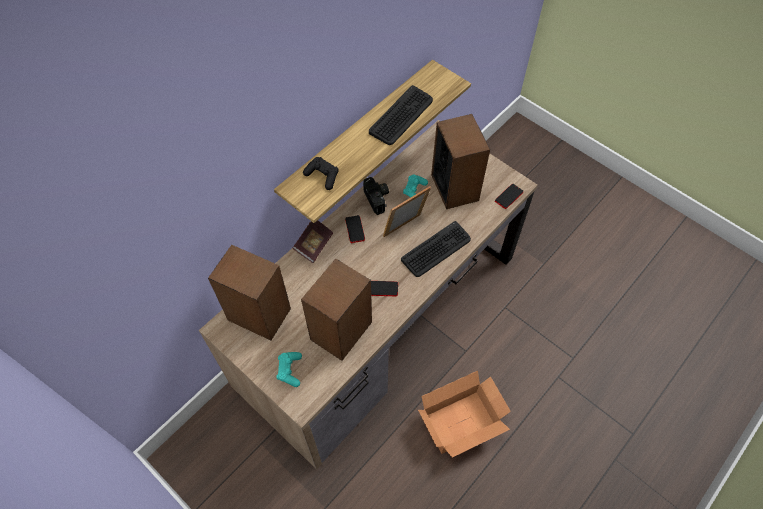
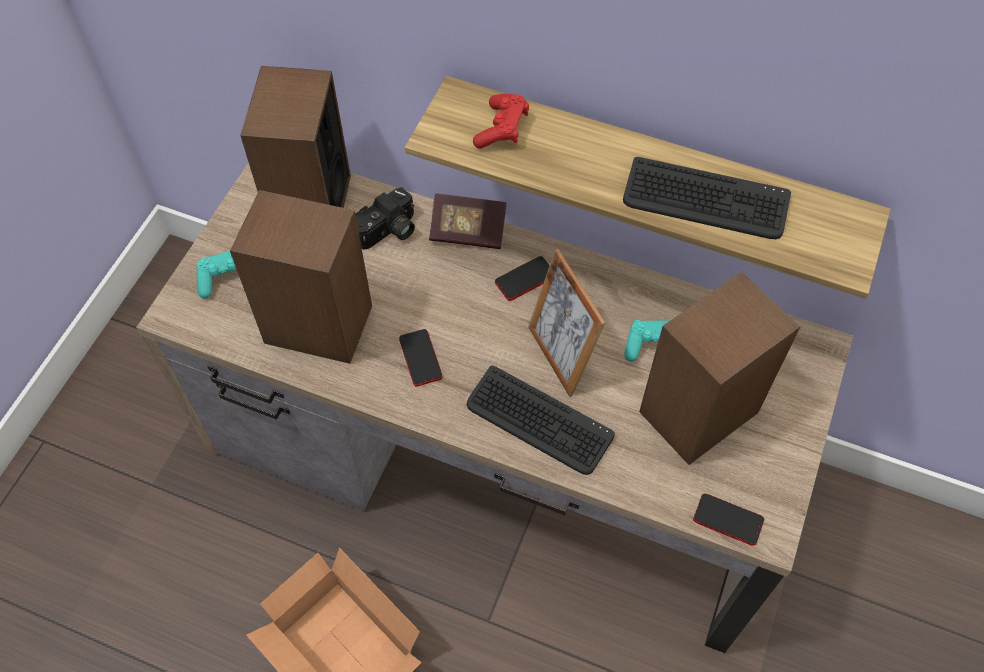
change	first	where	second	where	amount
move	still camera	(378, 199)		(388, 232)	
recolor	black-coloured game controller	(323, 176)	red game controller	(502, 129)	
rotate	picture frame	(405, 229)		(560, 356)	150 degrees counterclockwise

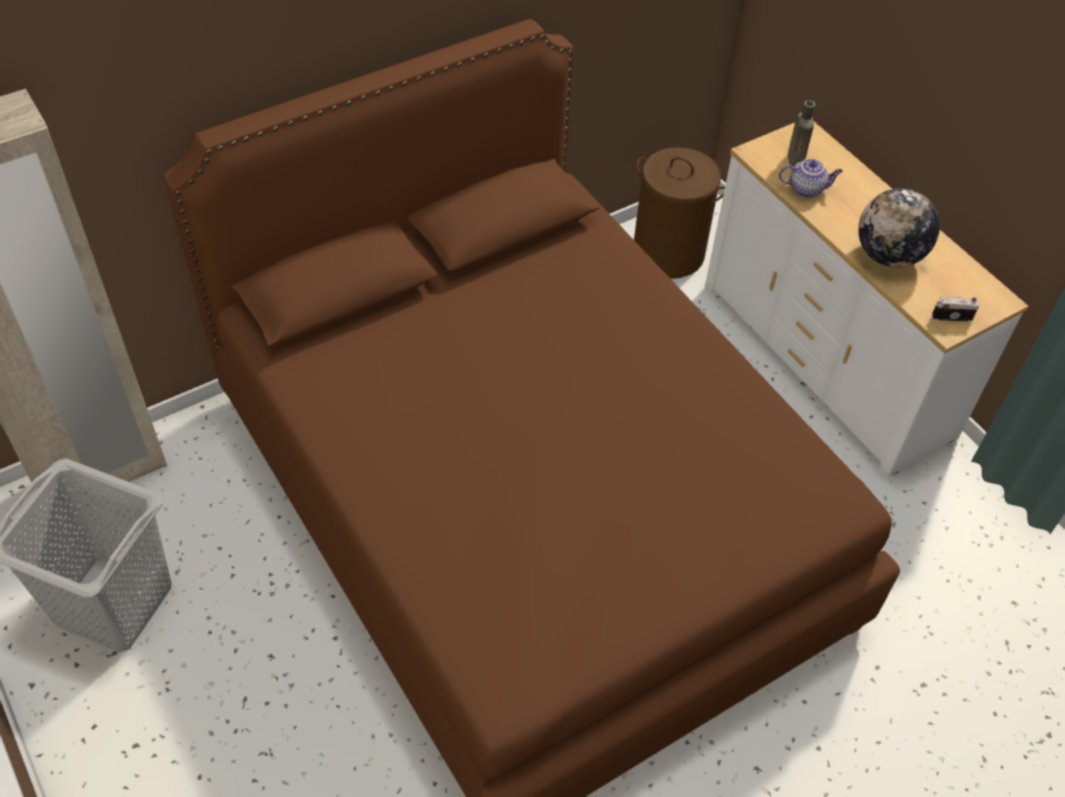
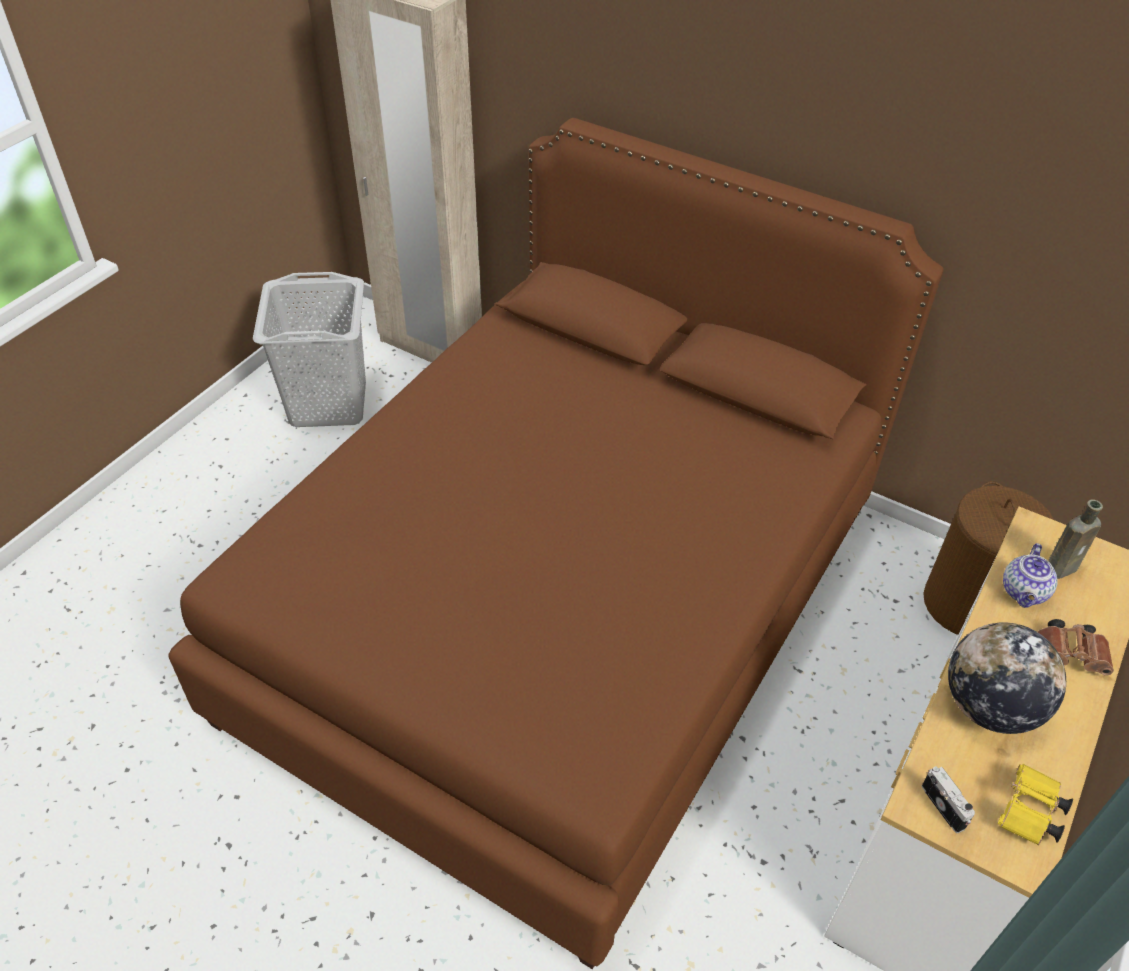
change	first	where	second	where	amount
insert			yellow binoculars	(1028, 814)	
insert			brown binoculars	(1071, 656)	
rotate	tea pot	(807, 189)		(1024, 593)	45 degrees clockwise

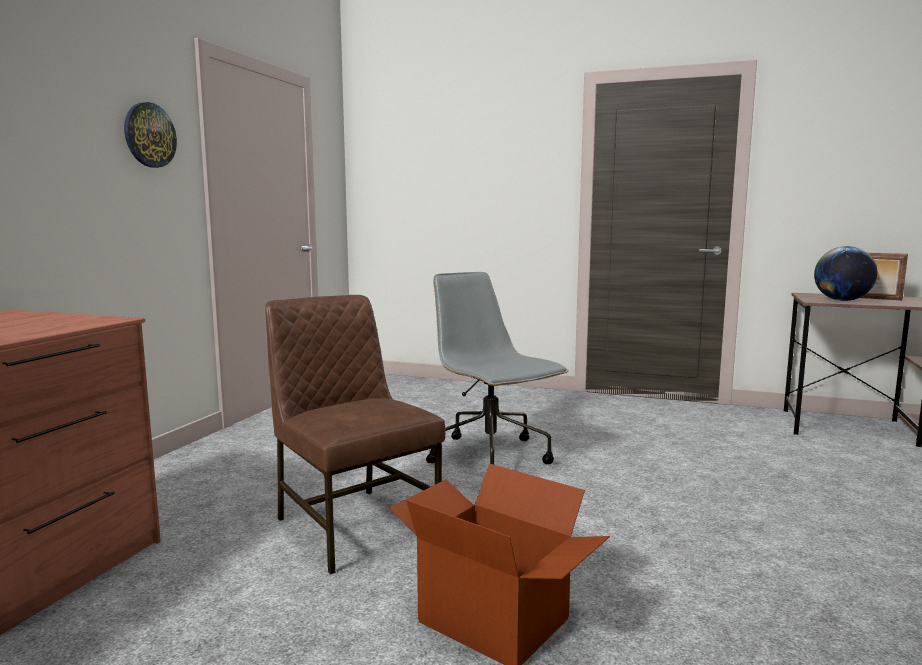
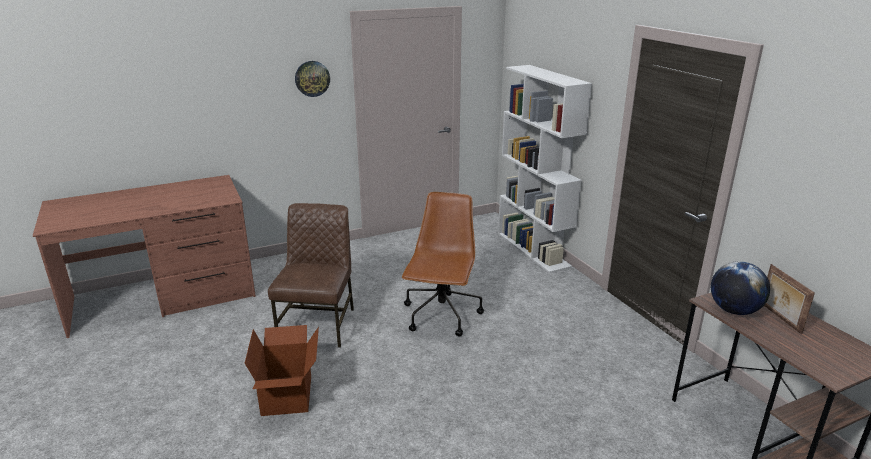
change	first	where	second	where	amount
insert			white-coloured shelving unit	(533, 250)	
recolor	grey office chair	(491, 456)	brown office chair	(441, 316)	

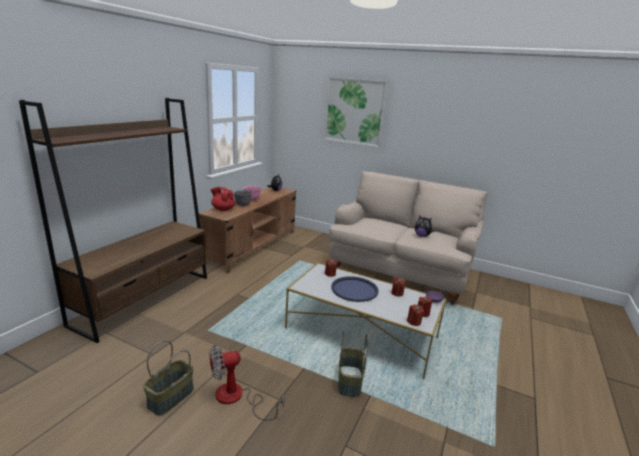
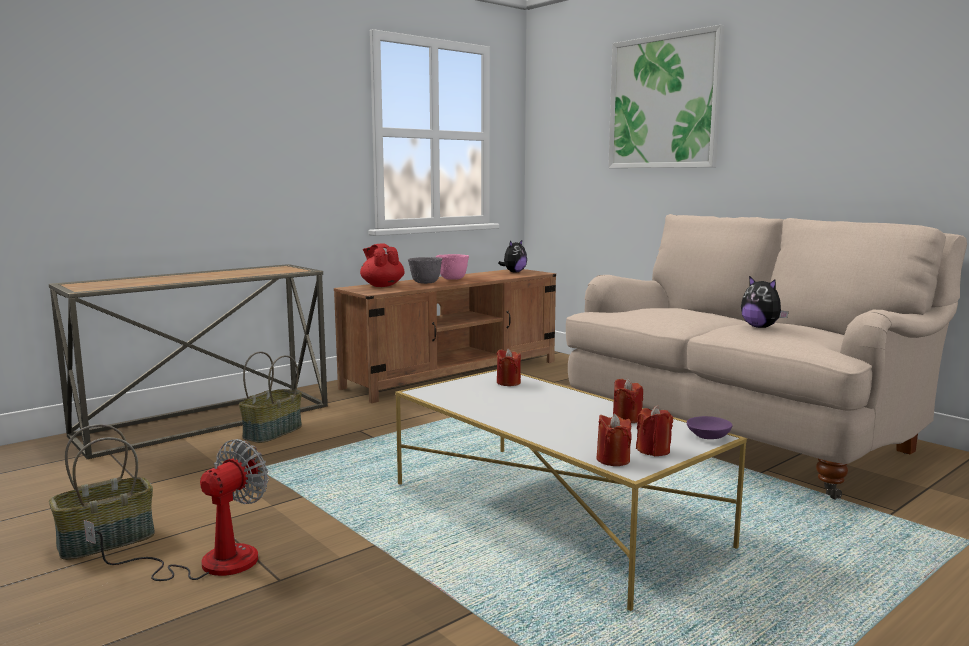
change	first	where	second	where	amount
delete	blue-coloured tray	(354, 289)			
move	storage basket	(350, 381)		(273, 432)	
replace	brown shelving unit	(145, 299)	hall table	(205, 420)	
rotate	electric fan	(237, 398)		(207, 563)	120 degrees clockwise

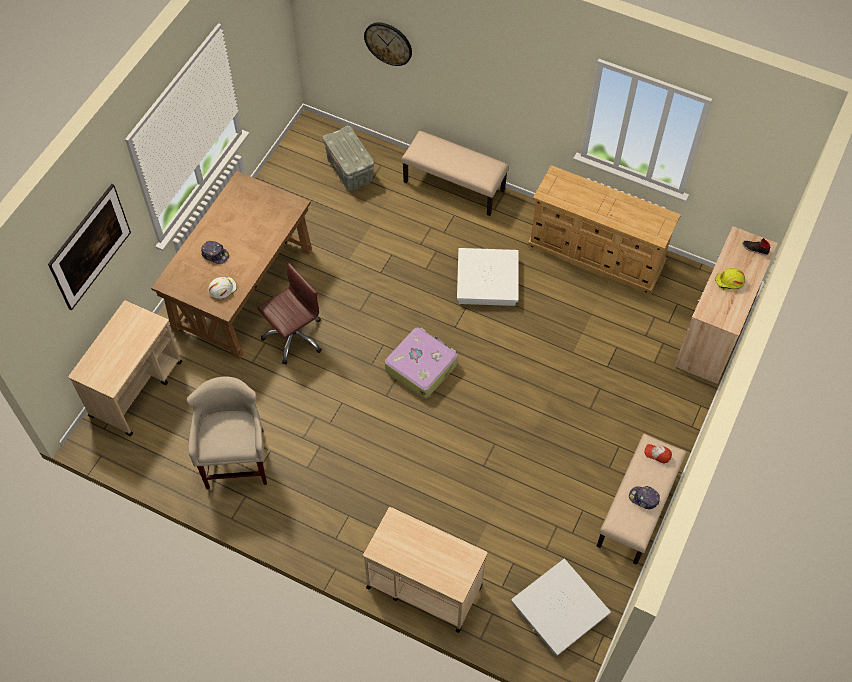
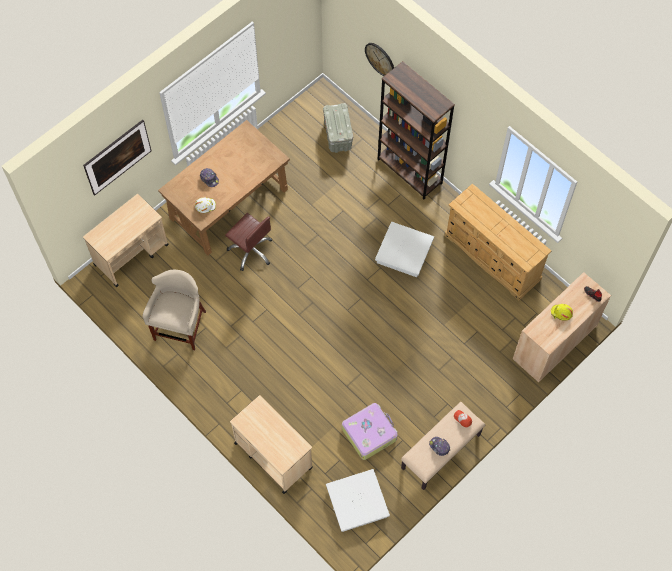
change	first	where	second	where	amount
move	suitcase	(421, 366)		(369, 433)	
replace	beige indoor bench	(454, 186)	brown shelving unit	(410, 171)	
rotate	brown office chair	(294, 336)		(251, 251)	60 degrees clockwise

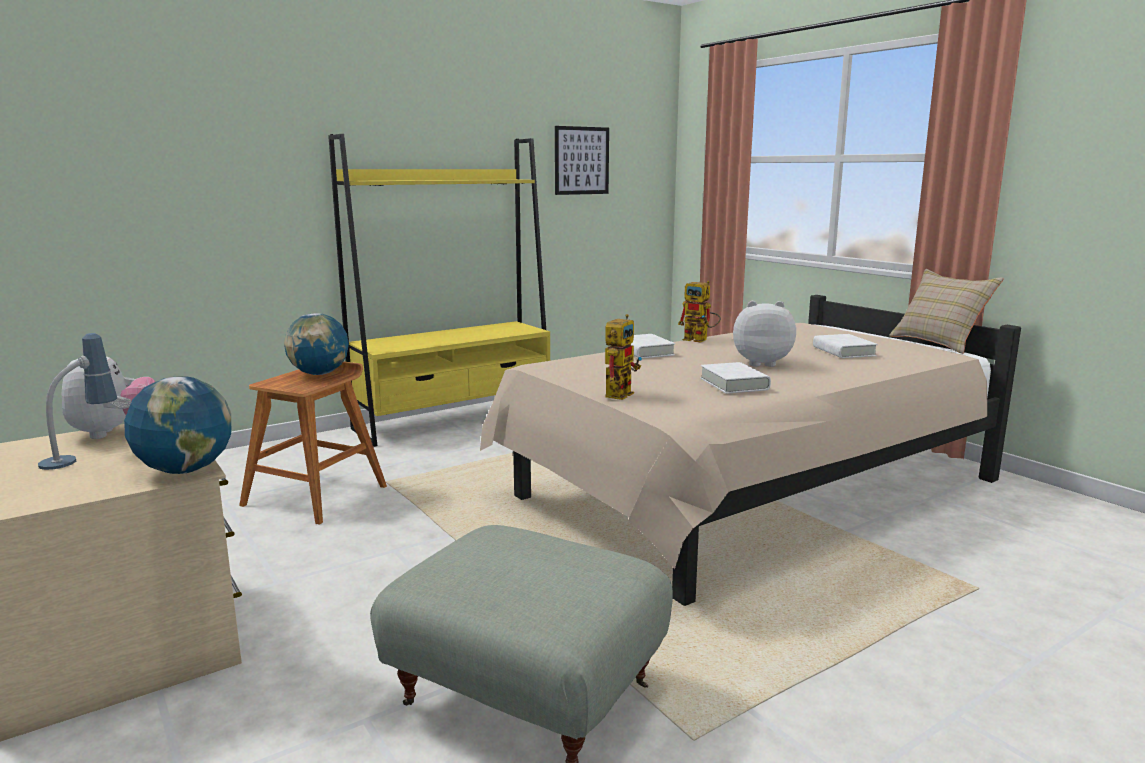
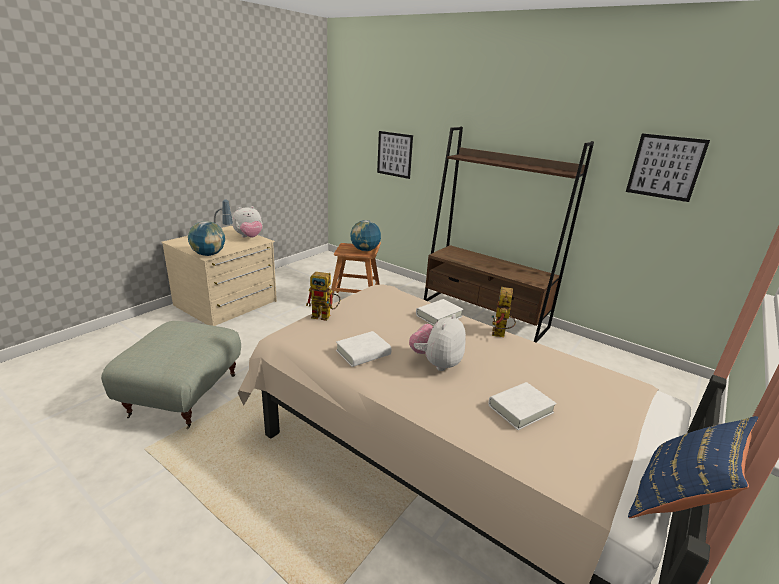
change	first	where	second	where	amount
insert			wall art	(394, 154)	
recolor	yellow shelving unit	(455, 419)	brown shelving unit	(484, 314)	
recolor	beige throw pillow	(939, 343)	blue-coloured throw pillow	(676, 500)	
rotate	soft toy	(760, 363)		(436, 363)	135 degrees counterclockwise

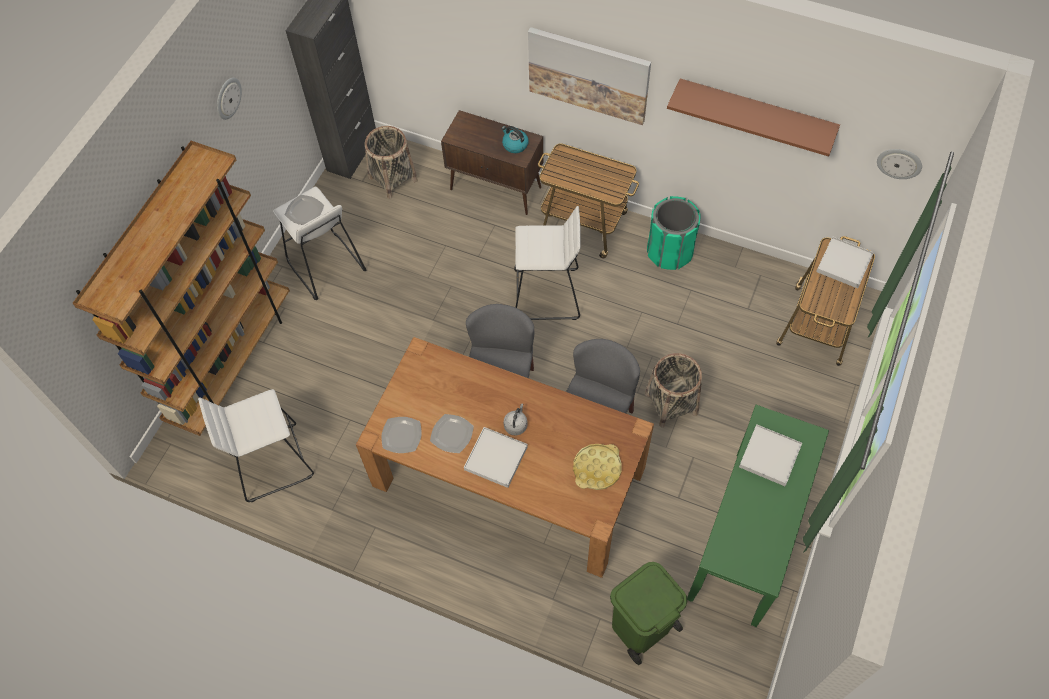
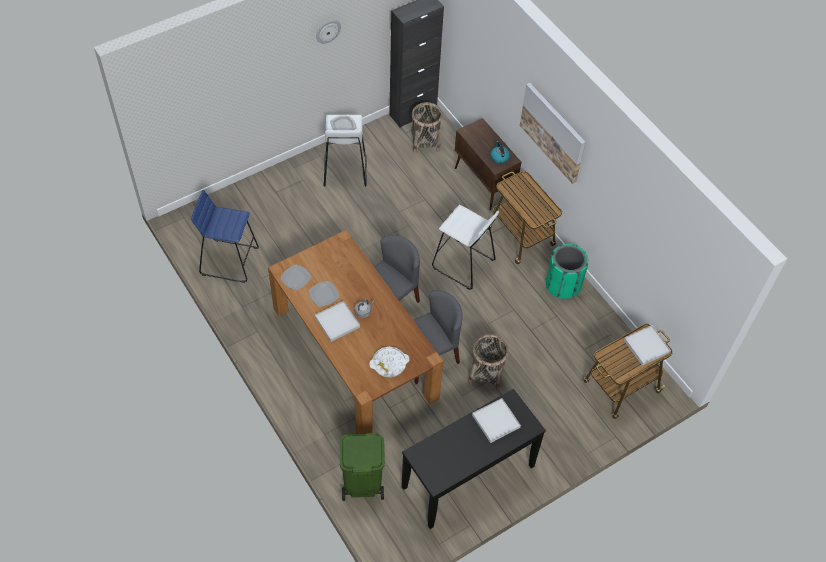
change	first	where	second	where	amount
delete	brown shelving unit	(232, 361)			
delete	brown bracket shelf	(755, 112)			
delete	wall clock	(899, 163)			
recolor	white-coloured sitting stool	(271, 462)	blue-coloured sitting stool	(229, 260)	
recolor	yellow tray	(597, 468)	white-coloured tray	(389, 364)	
recolor	greenish hall table	(747, 536)	black-coloured hall table	(468, 477)	

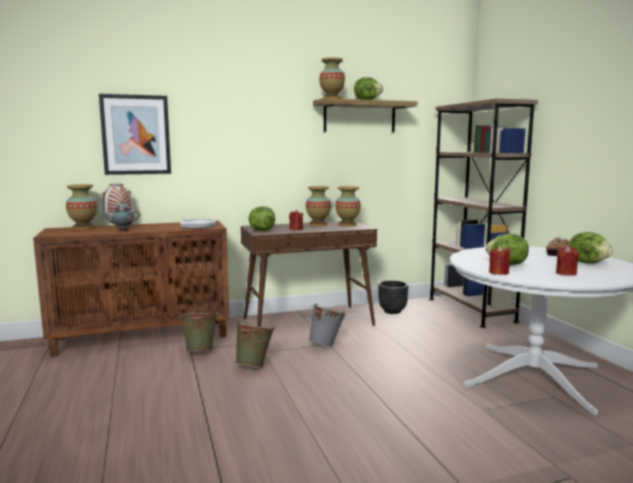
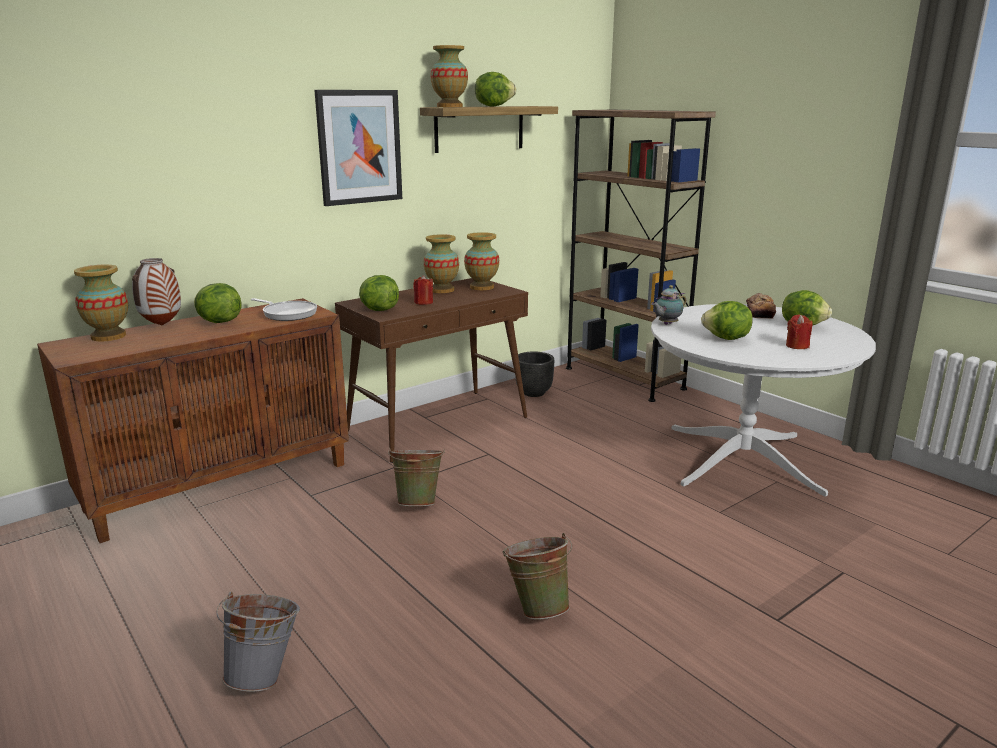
change	first	where	second	where	amount
delete	red wax light	(498, 273)			
insert			lettuce head	(218, 322)	
move	wall art	(136, 135)		(359, 147)	
move	tea pot	(122, 230)		(666, 324)	
move	greenish bucket	(200, 351)		(538, 607)	
move	grey bucket	(327, 345)		(265, 674)	

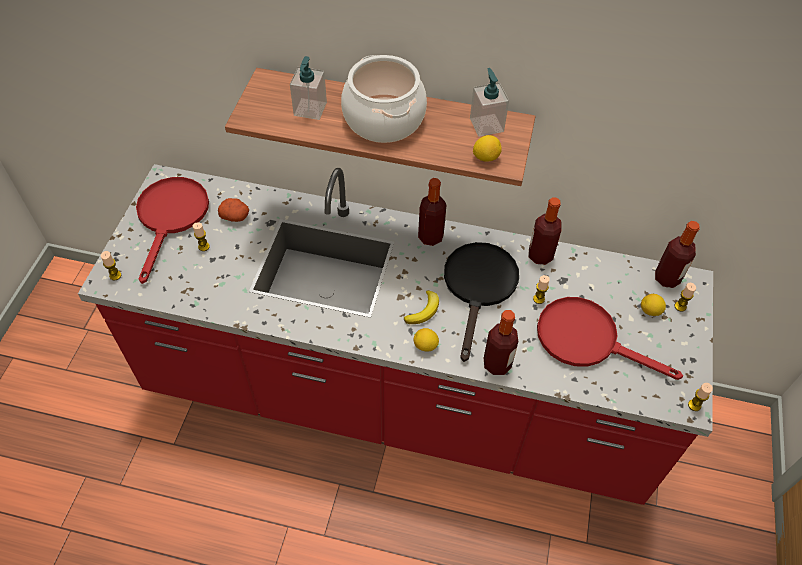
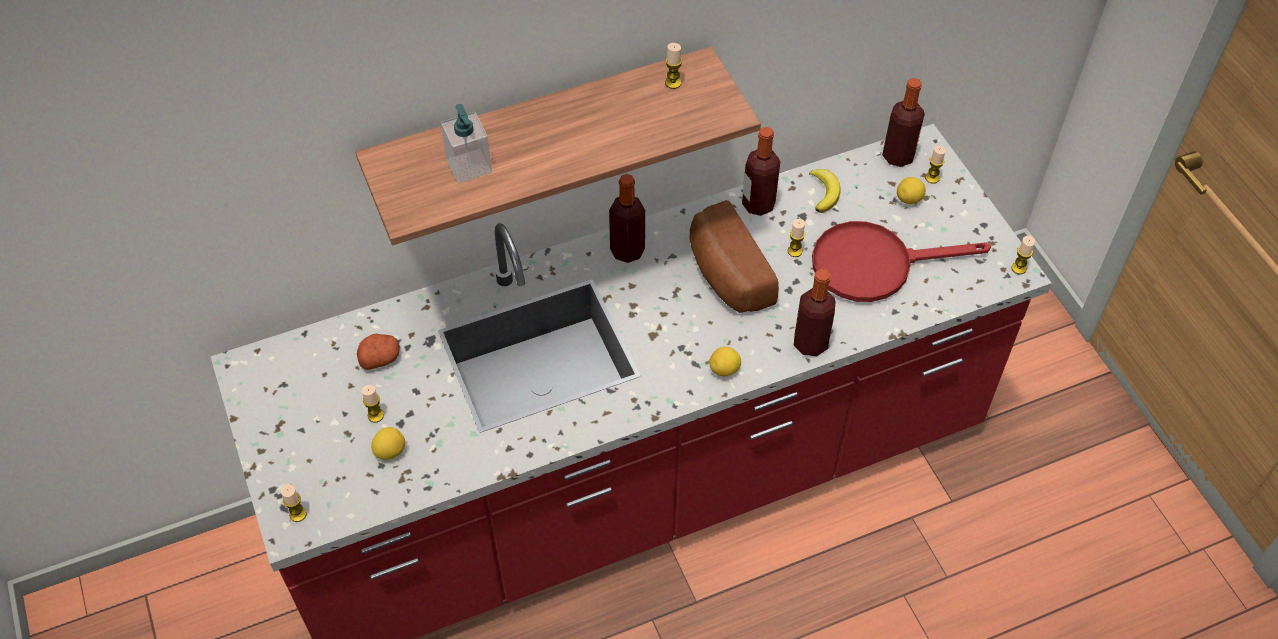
change	first	where	second	where	amount
delete	red skillet	(171, 218)			
delete	saucepot	(383, 119)			
move	whole banana	(423, 310)		(824, 192)	
move	whole lemon	(486, 157)		(390, 451)	
replace	black-coloured skillet	(479, 287)	bread	(725, 275)	
replace	liquid soap bottle	(486, 125)	wax light	(673, 83)	

